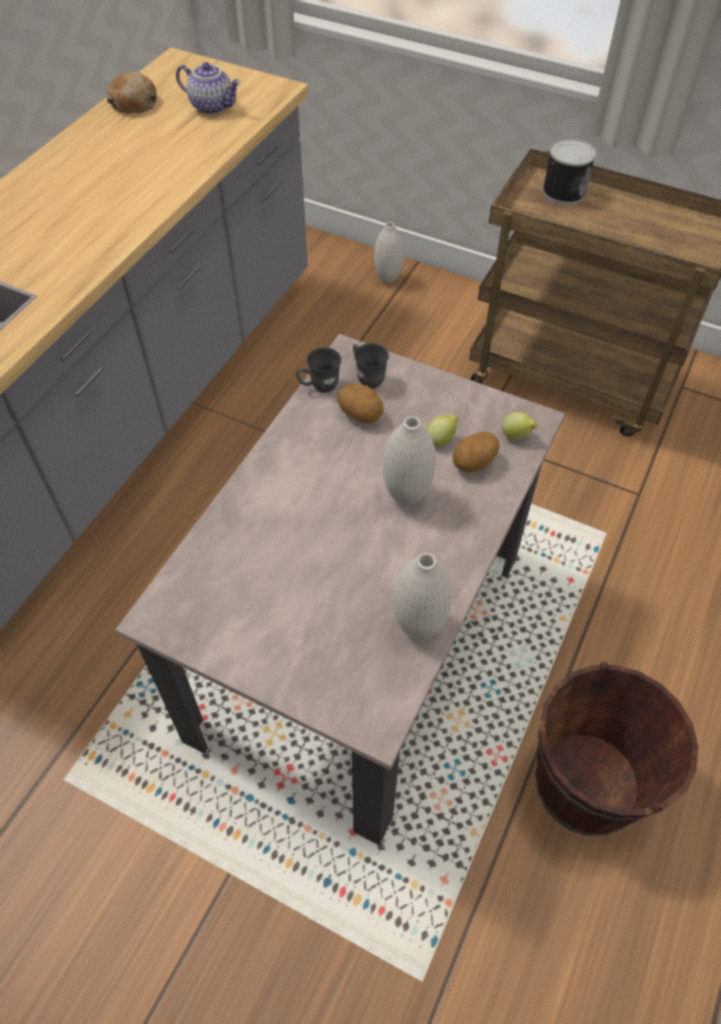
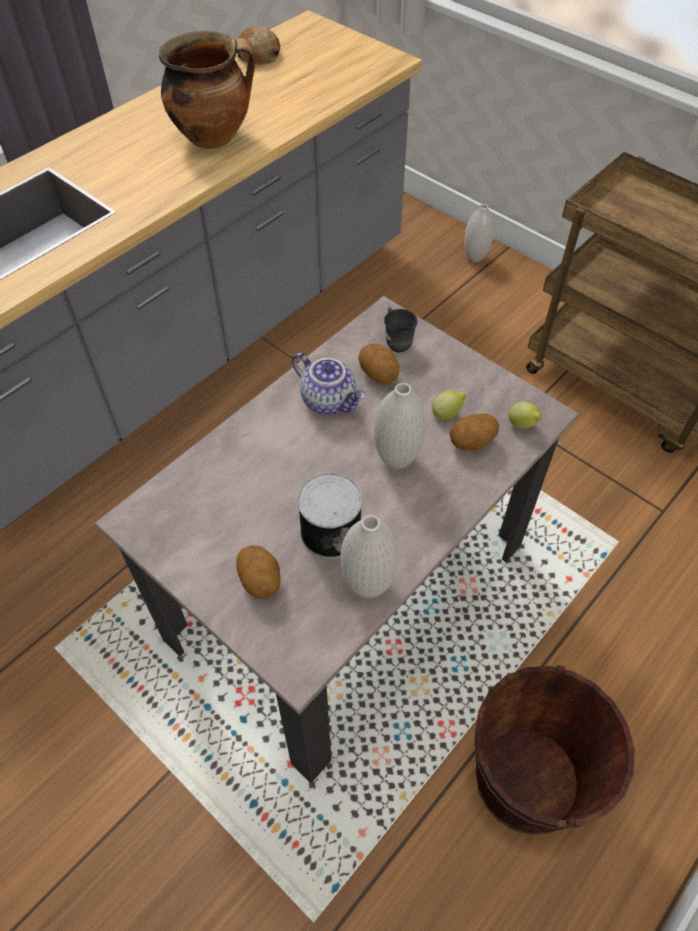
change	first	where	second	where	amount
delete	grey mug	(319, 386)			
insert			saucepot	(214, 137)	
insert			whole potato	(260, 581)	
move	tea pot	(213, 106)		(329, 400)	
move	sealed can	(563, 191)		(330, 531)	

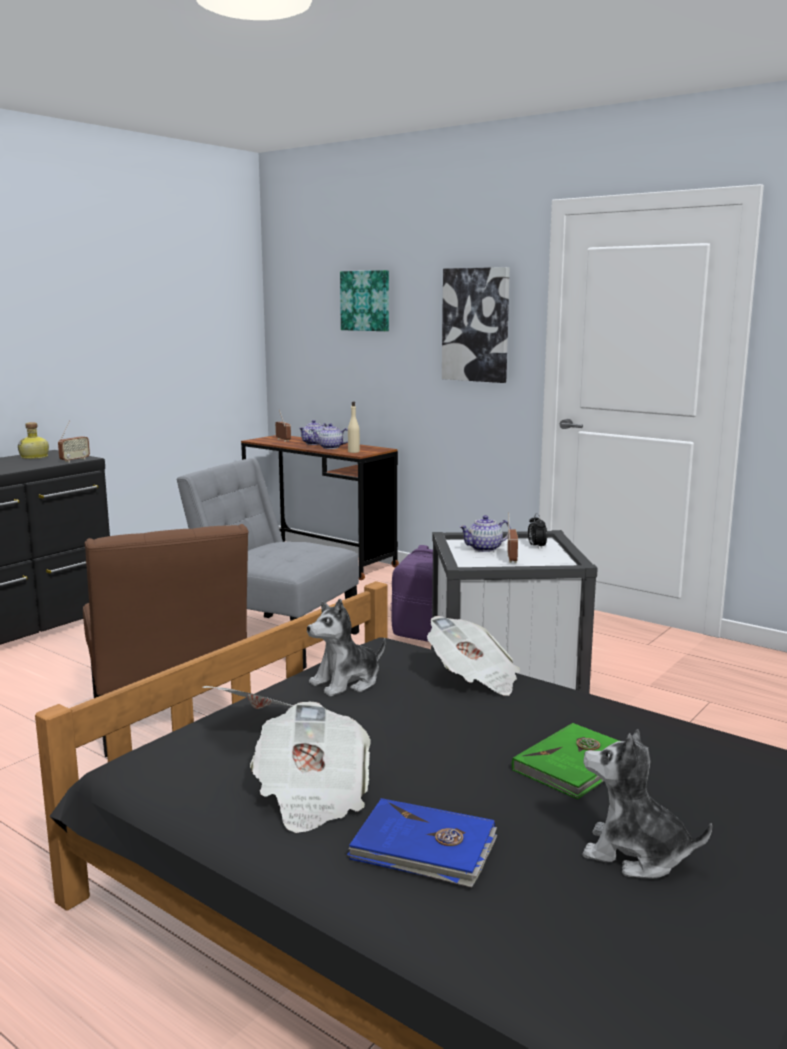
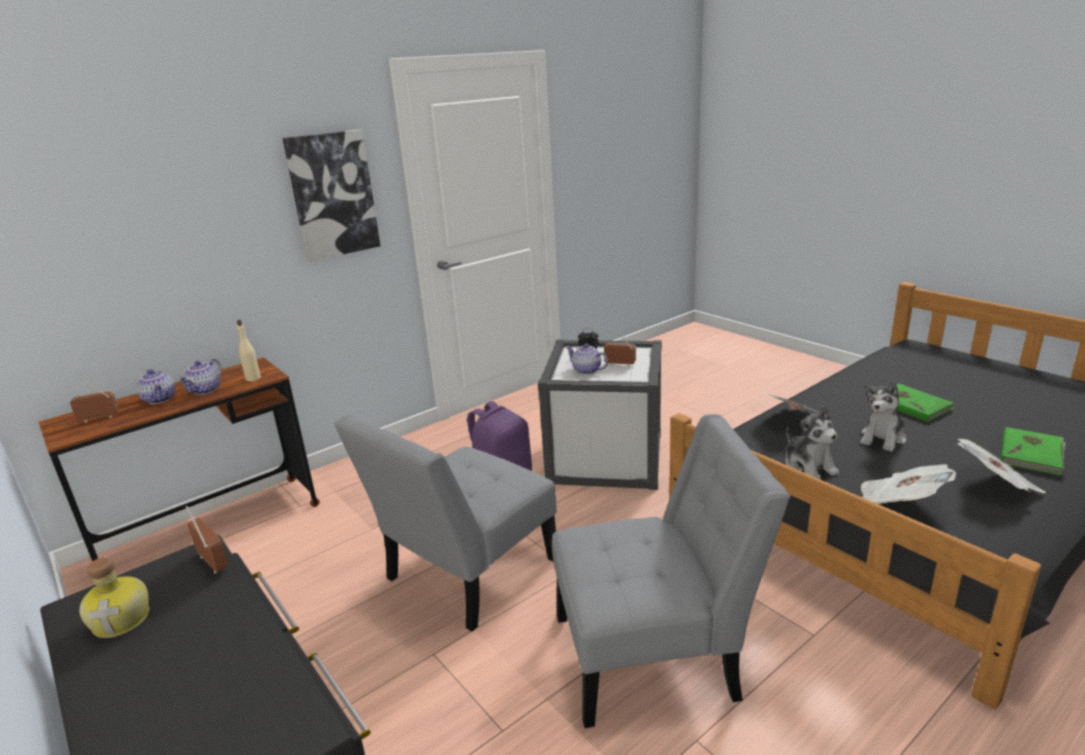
change	first	where	second	where	amount
delete	wall art	(366, 301)			
move	soft toy	(635, 854)		(883, 438)	
recolor	brown upright chair	(169, 719)	grey upright chair	(655, 654)	
recolor	blue-coloured bound book	(424, 848)	greenish bound book	(1032, 454)	
rotate	tea pot	(485, 548)		(587, 370)	135 degrees clockwise

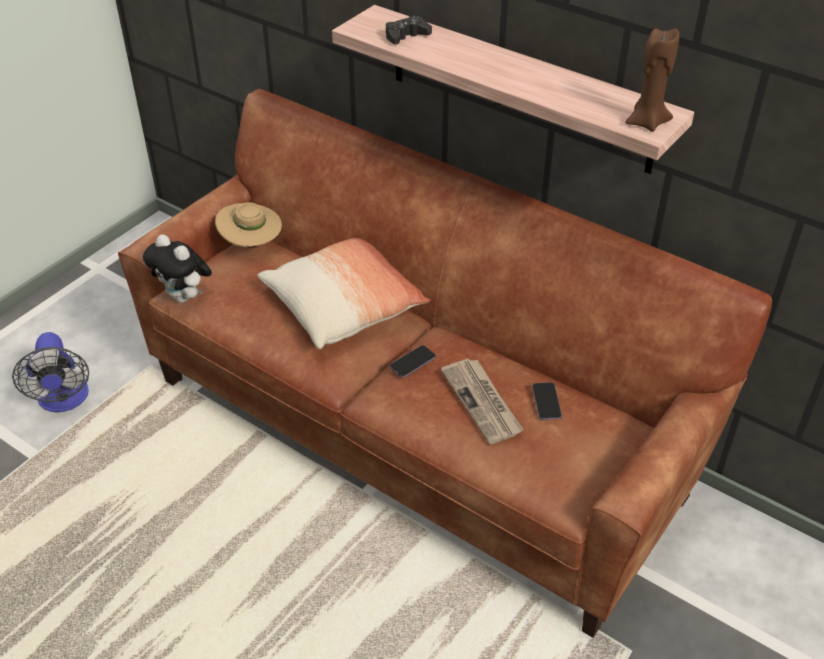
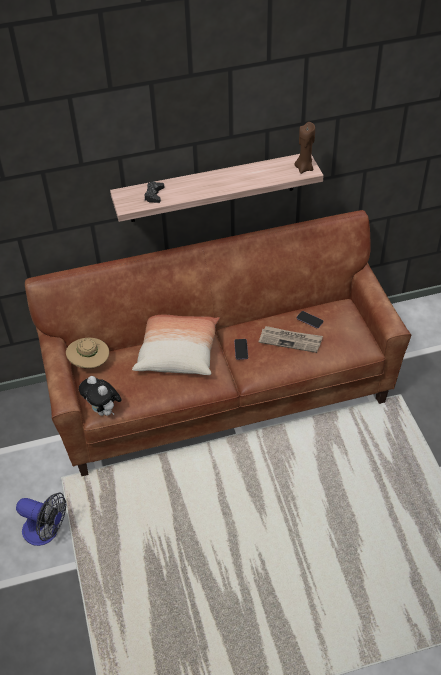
change	first	where	second	where	amount
rotate	soft toy	(185, 297)		(104, 411)	60 degrees clockwise

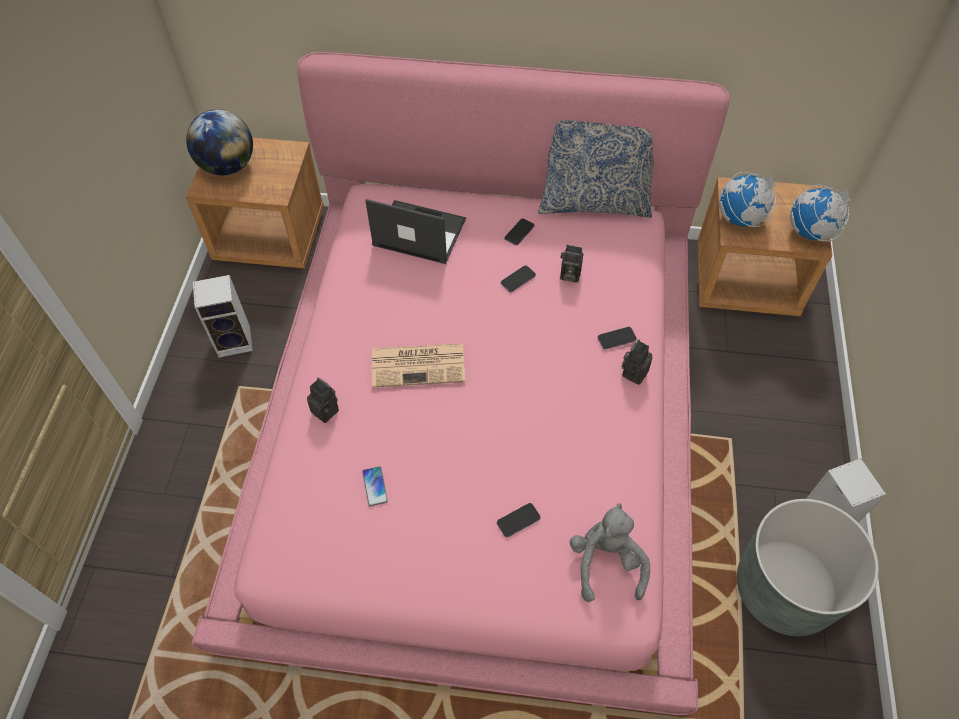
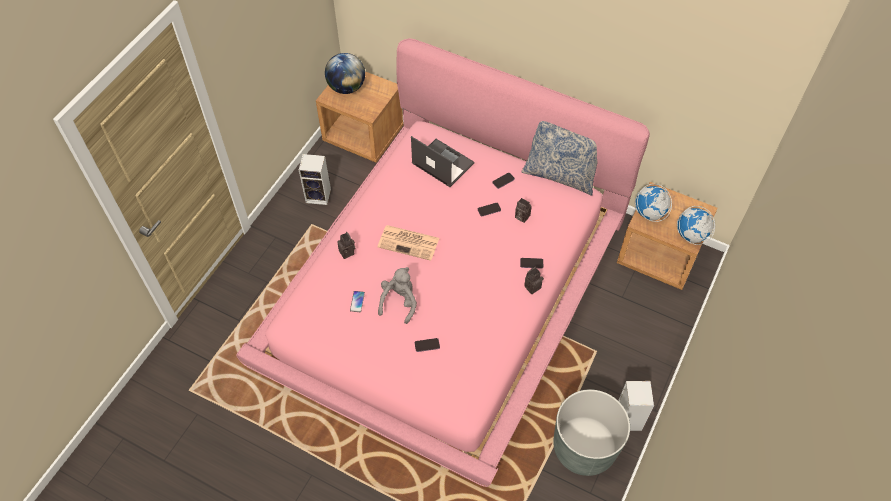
change	first	where	second	where	amount
move	grey soft toy	(606, 562)		(399, 302)	

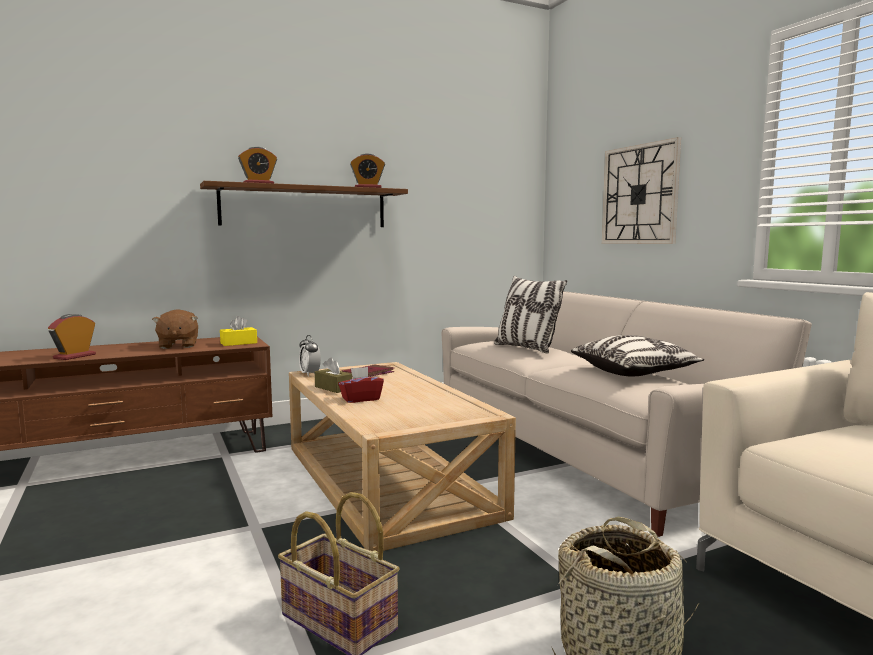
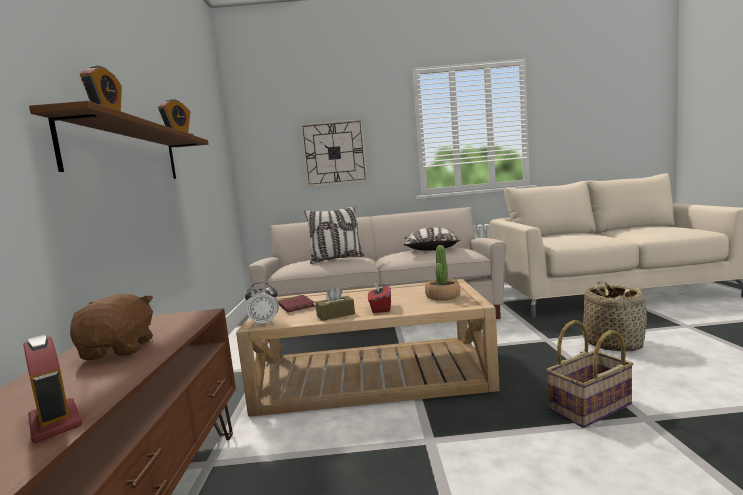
change	first	where	second	where	amount
delete	yellow box of tissues	(238, 343)			
insert			plant in a pot	(442, 296)	
rotate	brown soft toy	(177, 345)		(120, 349)	105 degrees counterclockwise

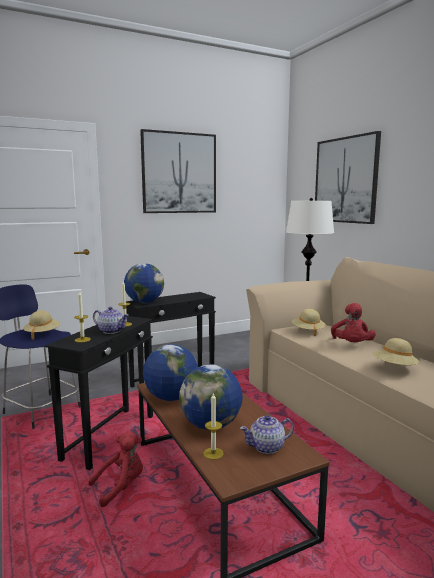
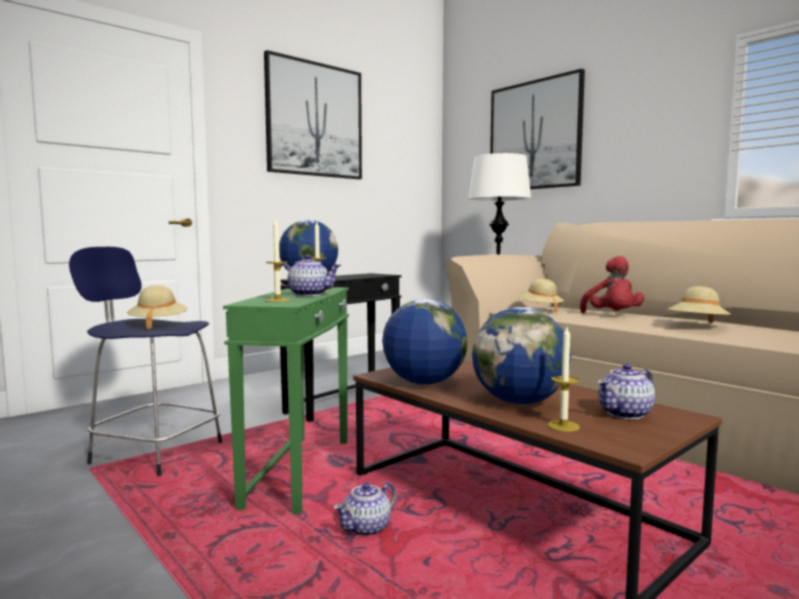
change	first	where	second	where	amount
replace	red soft toy	(121, 487)	tea pot	(367, 528)	
recolor	black-coloured end table	(110, 437)	greenish end table	(300, 472)	

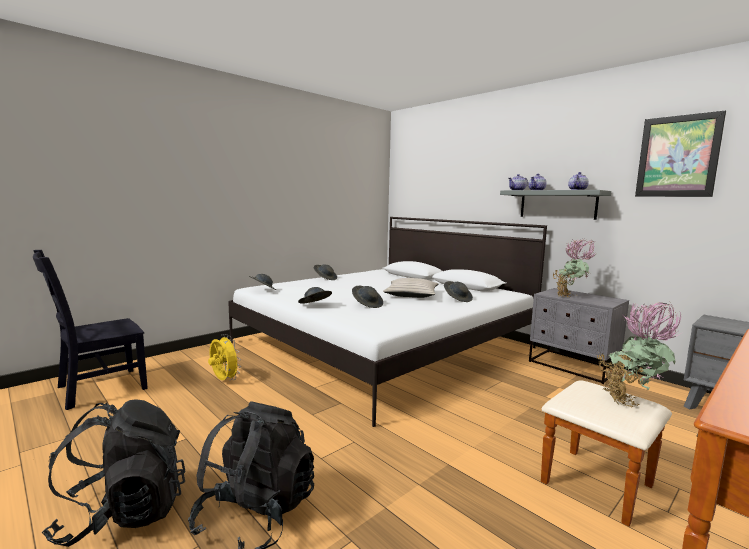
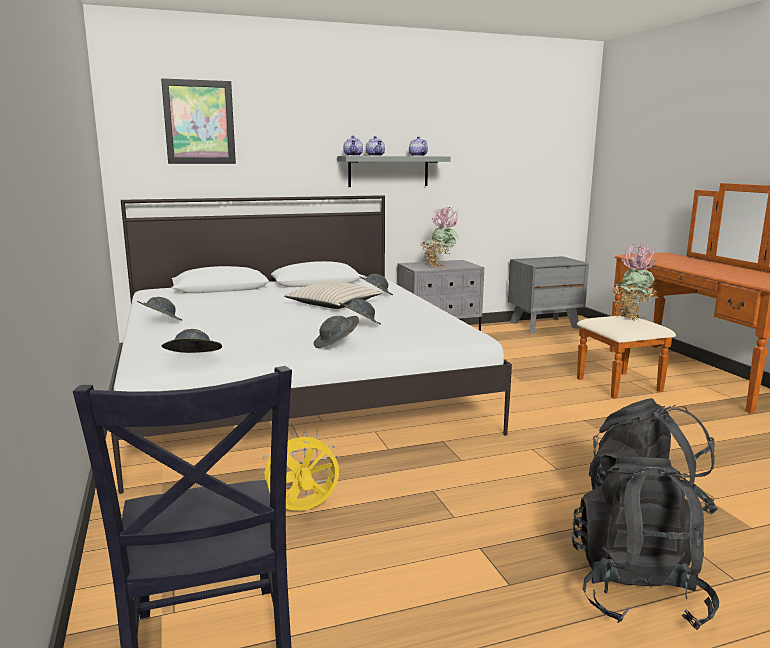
change	first	where	second	where	amount
move	wall art	(677, 156)		(199, 122)	

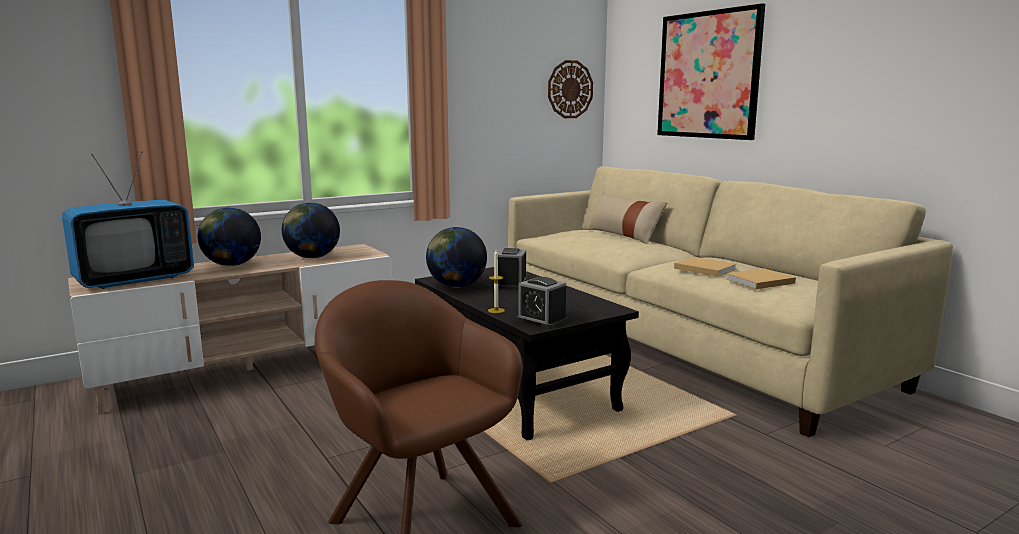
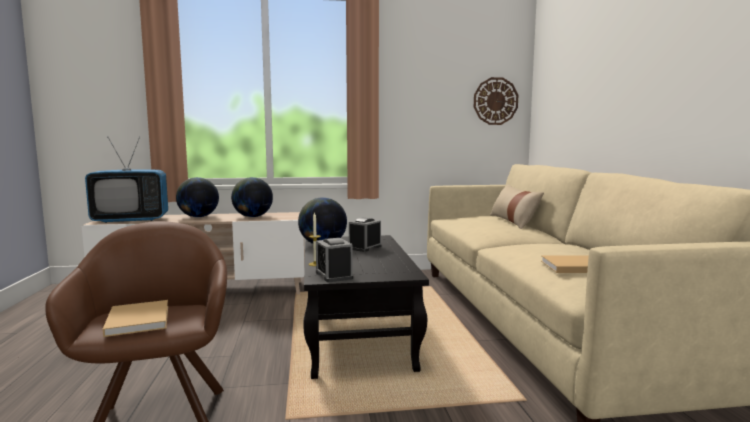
change	first	where	second	where	amount
delete	wall art	(708, 75)			
move	beige bound book	(703, 268)		(138, 319)	

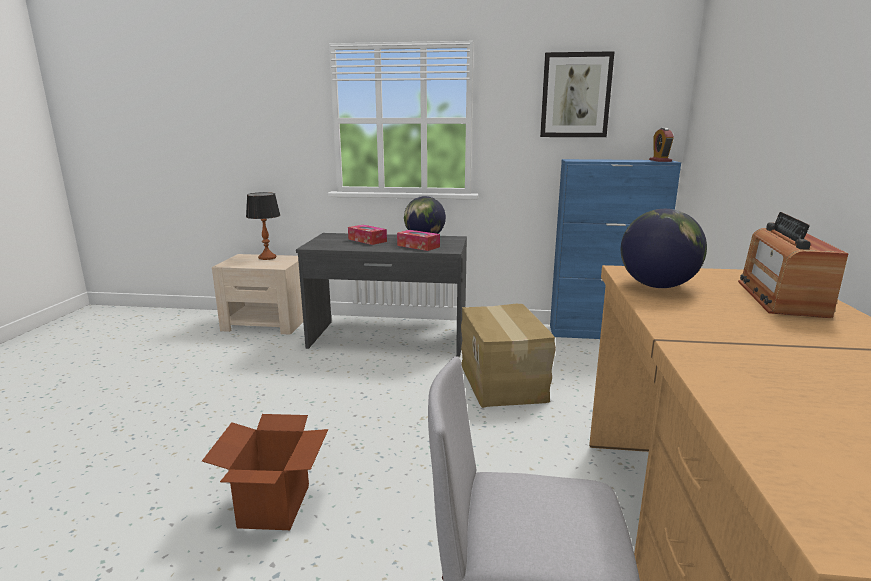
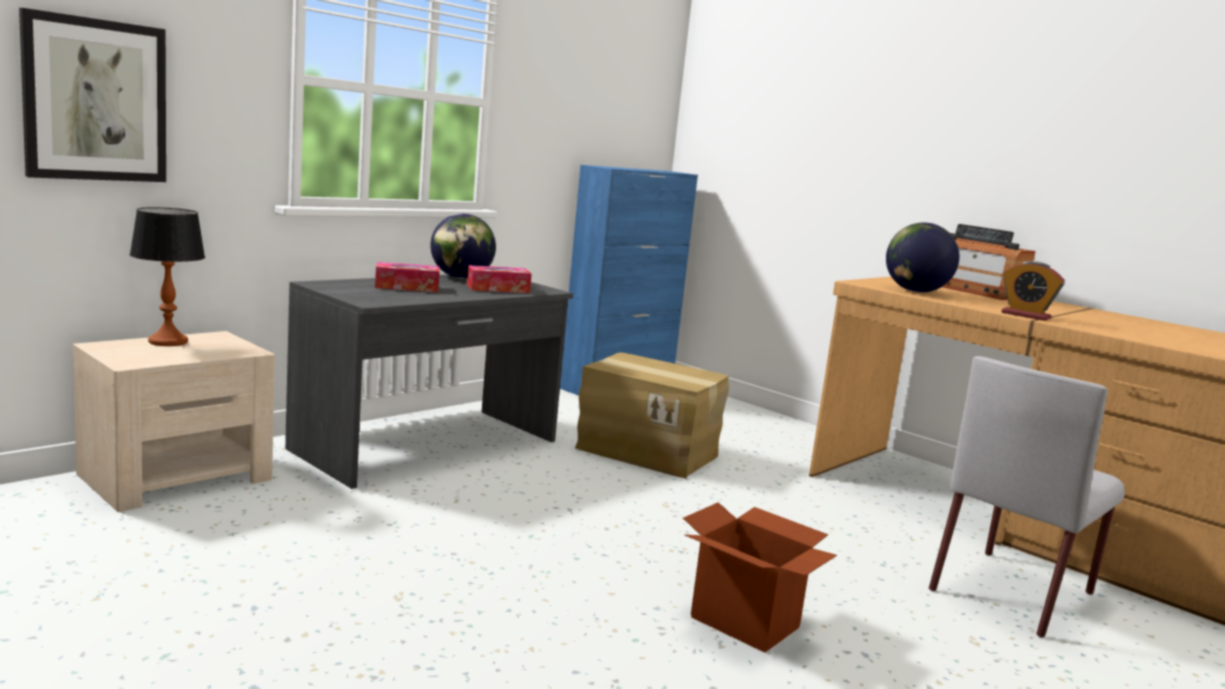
change	first	where	second	where	amount
move	wall art	(575, 95)		(95, 100)	
move	alarm clock	(660, 160)		(1025, 315)	

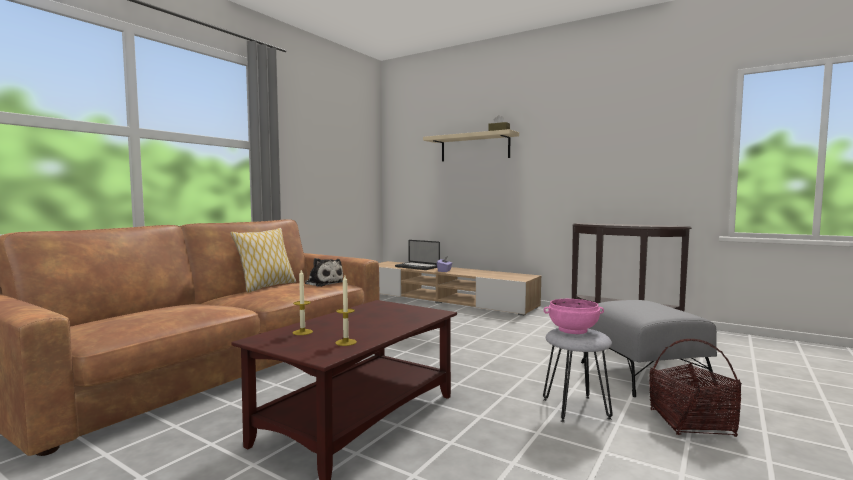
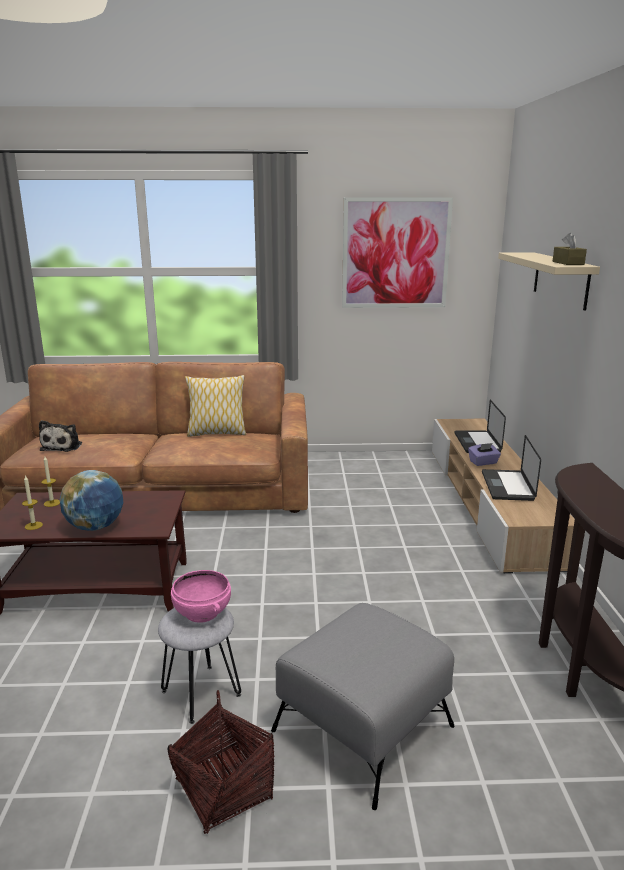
change	first	where	second	where	amount
insert			globe	(95, 527)	
insert			wall art	(395, 253)	
insert			laptop	(507, 486)	
move	soft toy	(323, 283)		(63, 446)	

